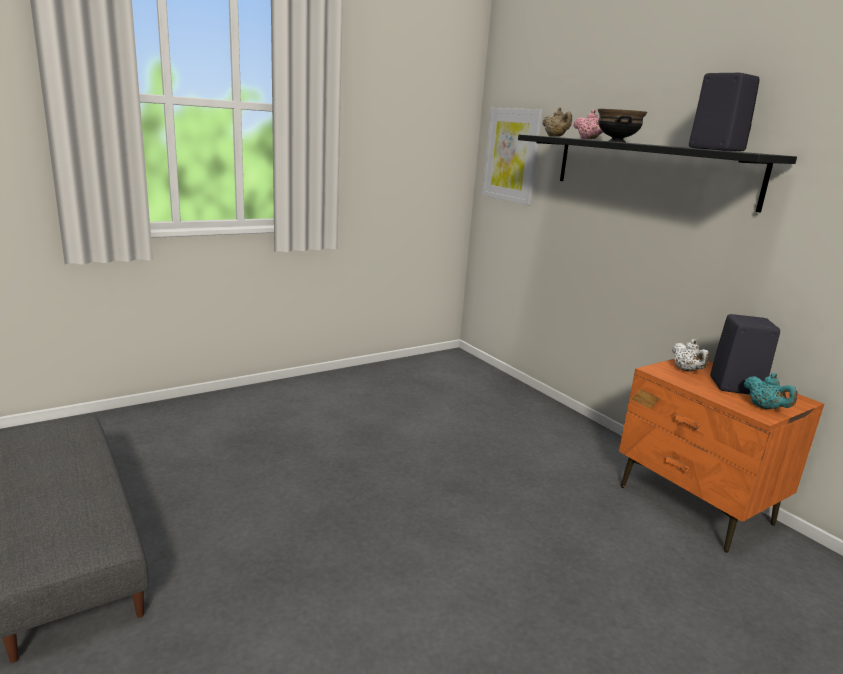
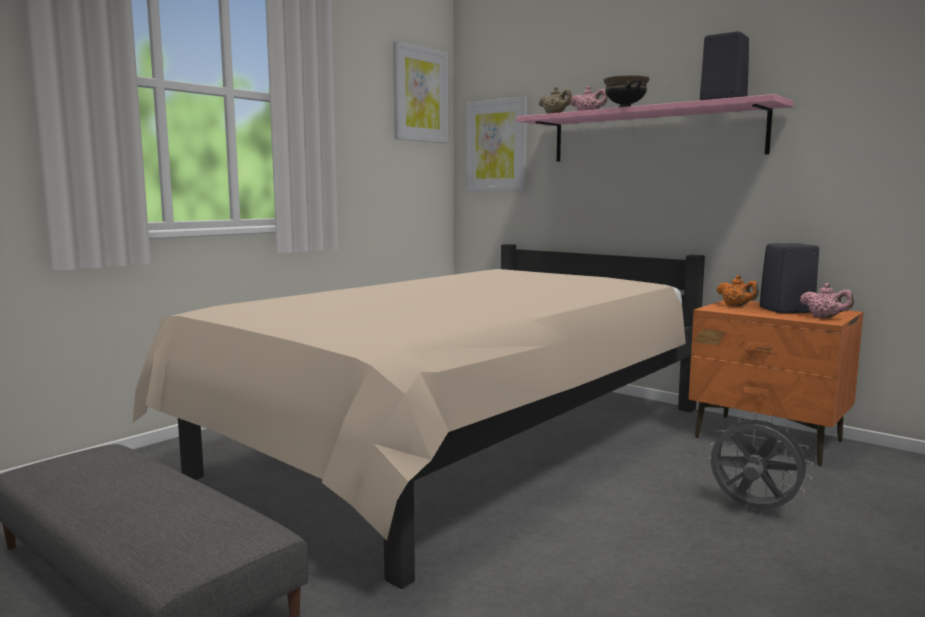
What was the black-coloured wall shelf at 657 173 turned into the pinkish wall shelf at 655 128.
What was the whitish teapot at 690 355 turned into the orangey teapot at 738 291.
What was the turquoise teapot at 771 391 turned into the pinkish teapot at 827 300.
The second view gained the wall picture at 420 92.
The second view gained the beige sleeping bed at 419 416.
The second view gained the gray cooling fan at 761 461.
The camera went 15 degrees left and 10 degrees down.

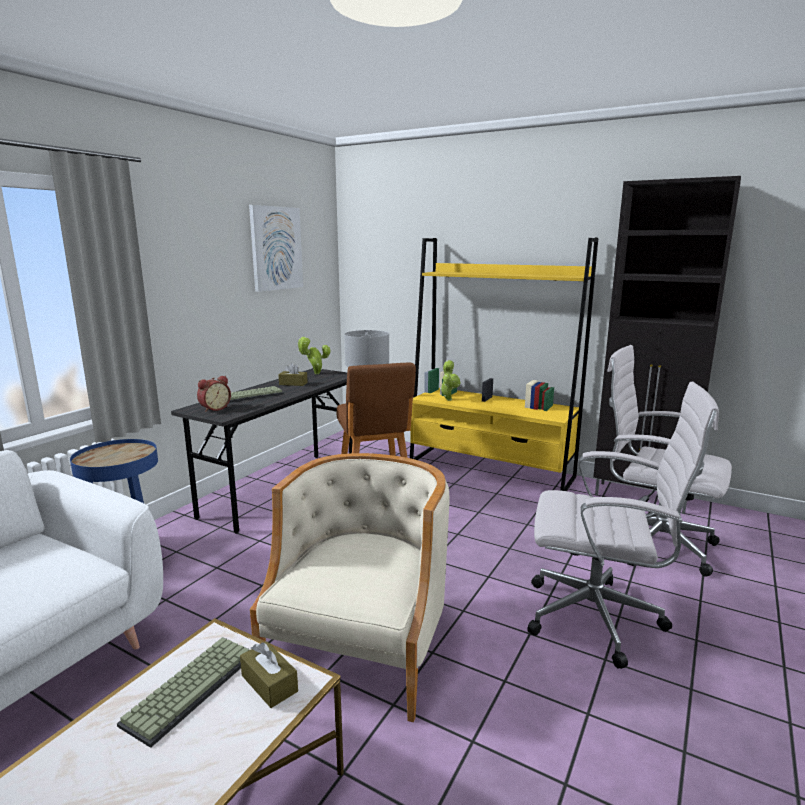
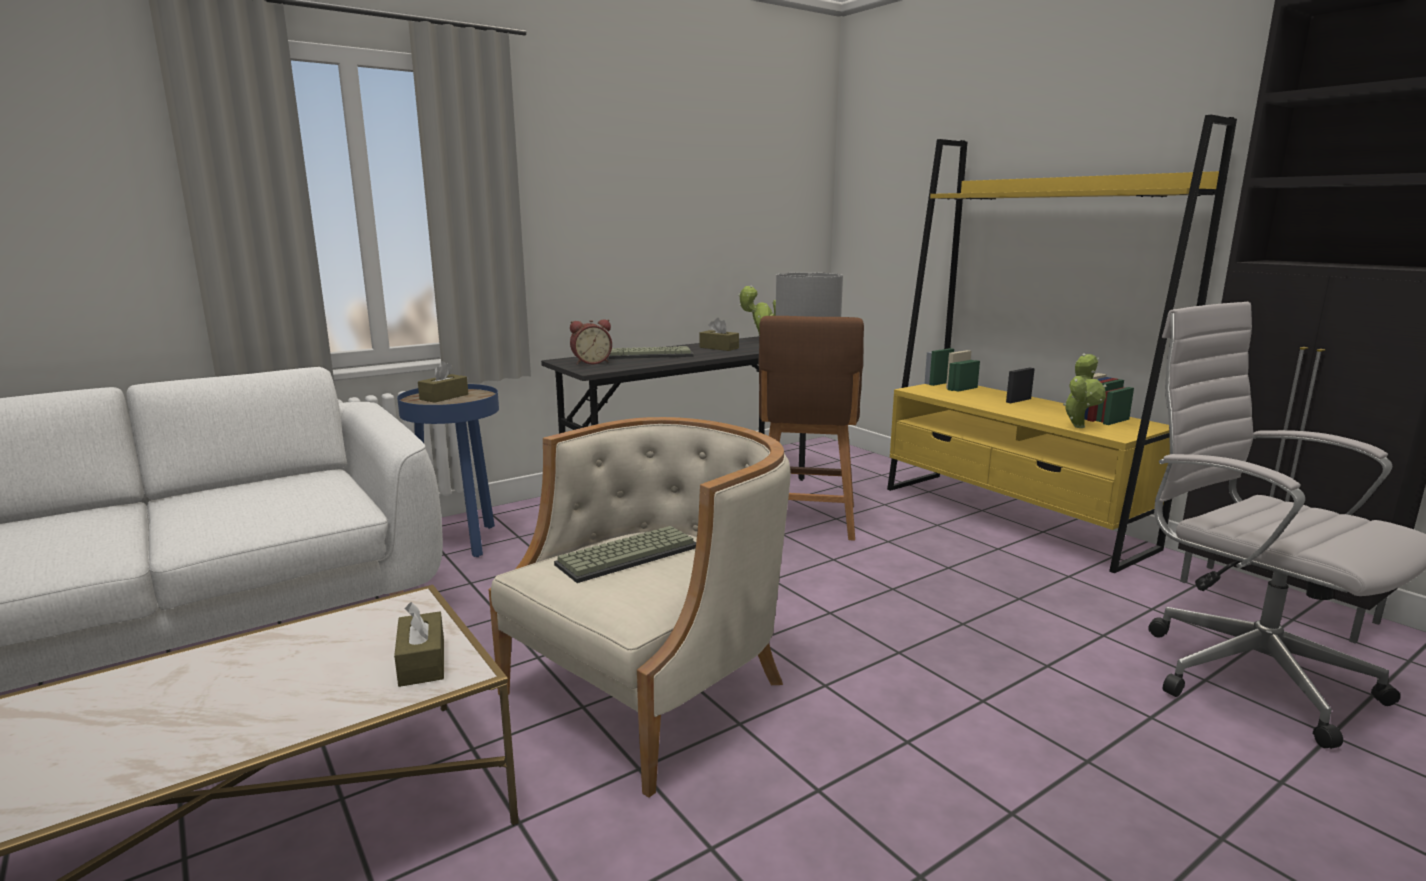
The second view lost the wall picture at 276 248.
The potted plant ended up elsewhere, having gone from 450 380 to 1085 391.
The second view lost the whitish desk chair at 623 525.
The PC keyboard ended up elsewhere, having gone from 183 692 to 625 554.
The second view gained the brownish tissue holder at 443 382.
The camera went 25 degrees right and 0 degrees up.

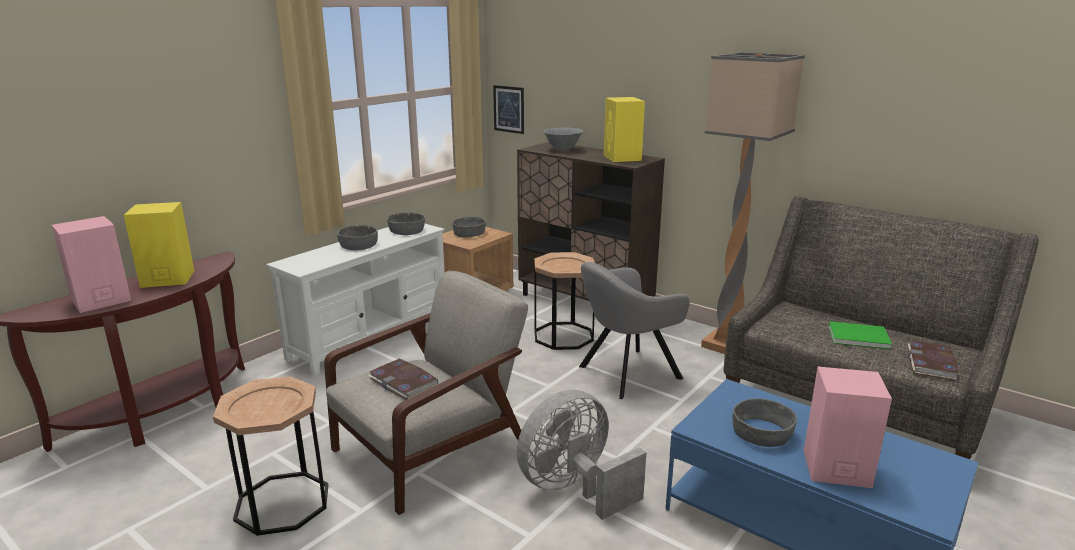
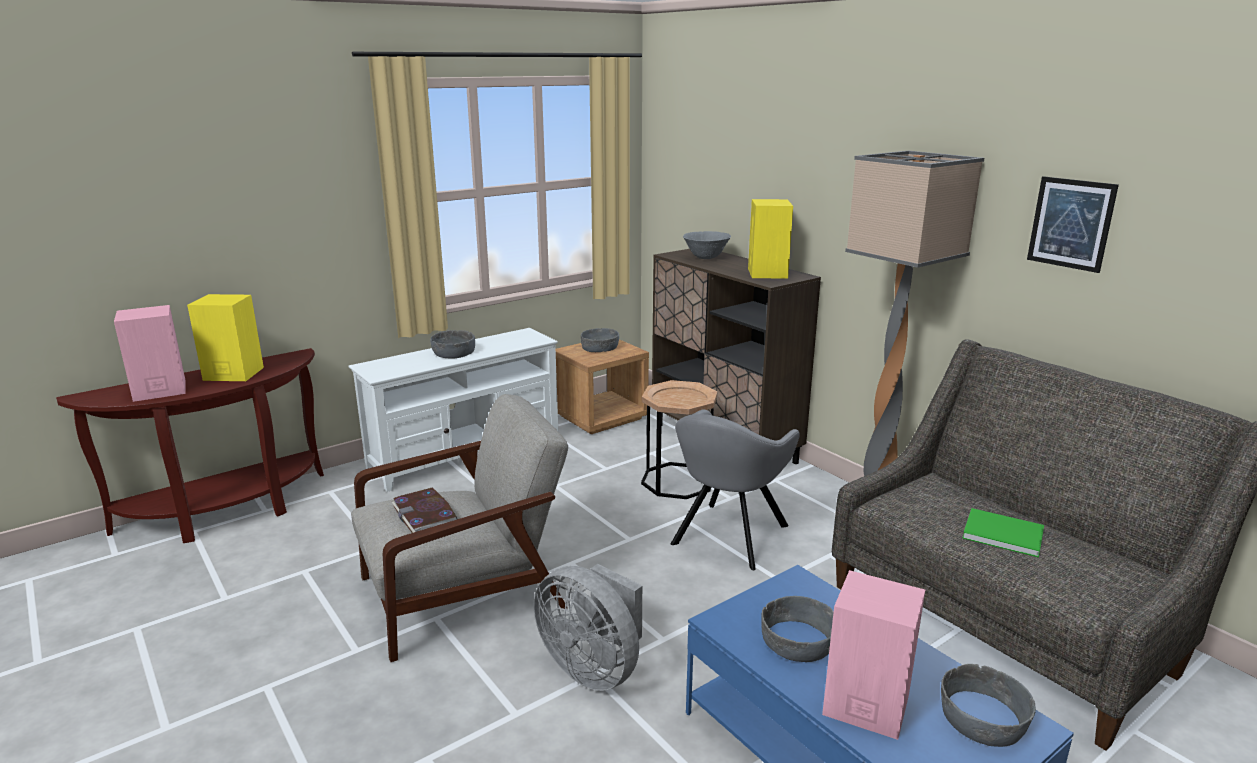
The wall picture ended up elsewhere, having gone from 508 109 to 1073 224.
The gray bowl ended up elsewhere, having gone from 406 223 to 988 705.
The gray lounge chair at 634 330 ended up facing another way, 45 degrees counterclockwise from before.
The second view lost the book at 933 360.
The second view lost the brownish side table at 270 456.
The gray cooling fan at 582 455 ended up facing another way, 120 degrees counterclockwise from before.
The camera went 15 degrees right and 0 degrees up.

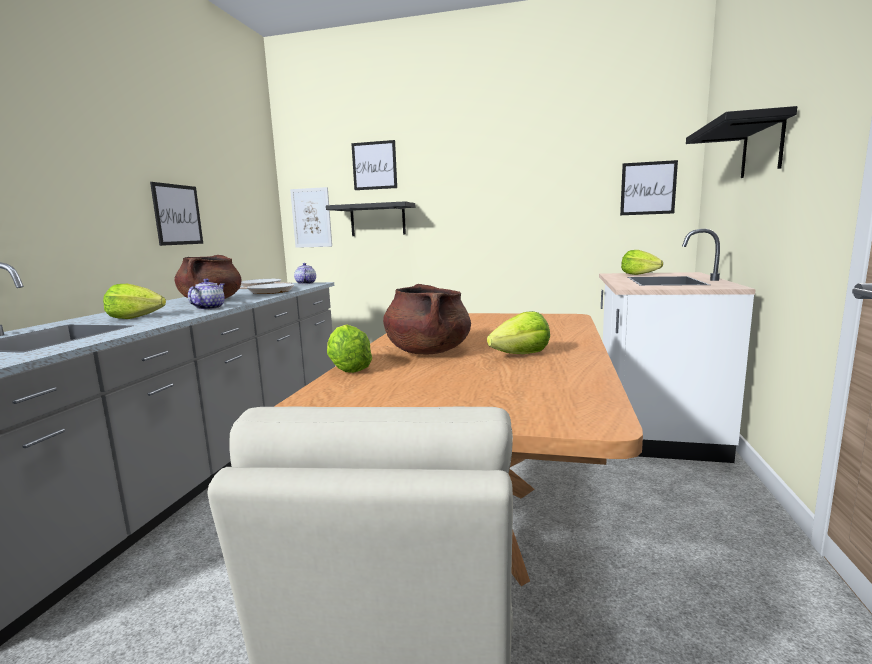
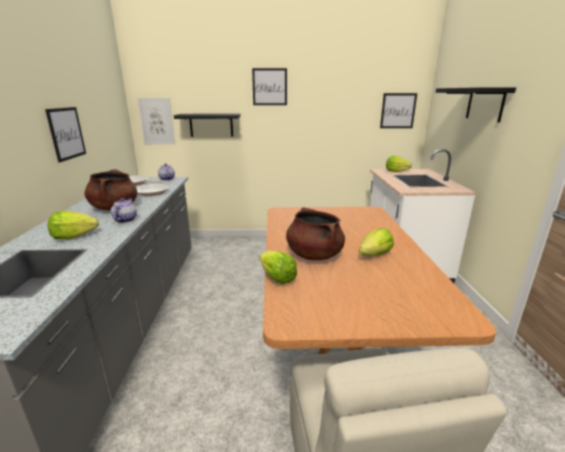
The wall picture ended up elsewhere, having gone from 374 165 to 269 86.
The camera went 15 degrees left and 10 degrees up.

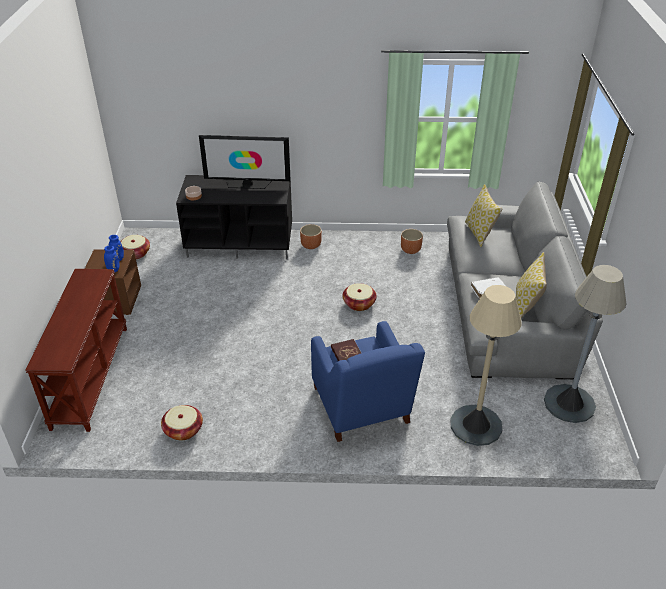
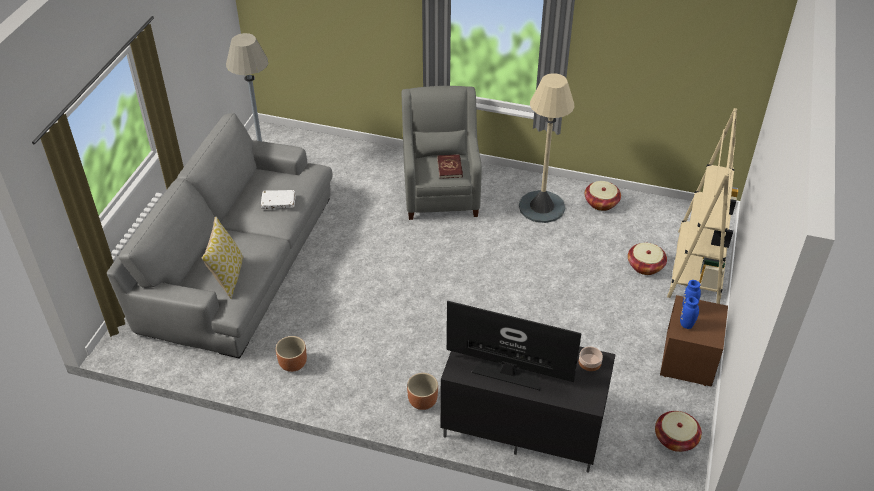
The second view lost the pillow at 531 285.
Where the brownish narrow table stood at 76 350, the beige bookshelf came to stand at 702 206.
The storage basket ended up elsewhere, having gone from 360 297 to 647 259.
The beige standard lamp ended up elsewhere, having gone from 486 365 to 546 148.
What was the blue-coloured lounge chair at 368 381 turned into the gray lounge chair at 441 153.
The camera went 165 degrees left and 5 degrees up.

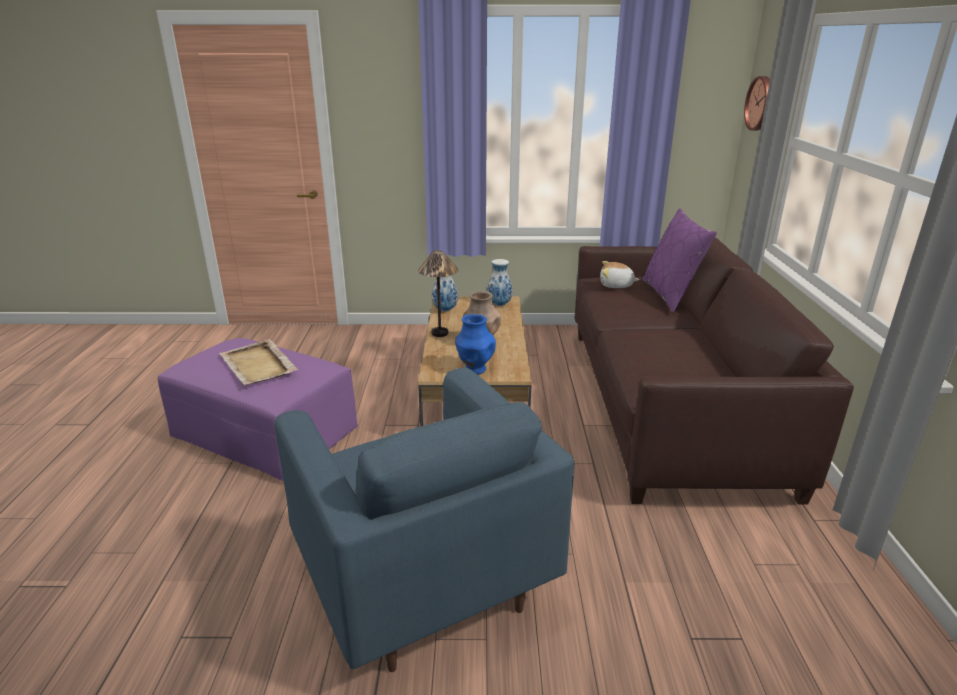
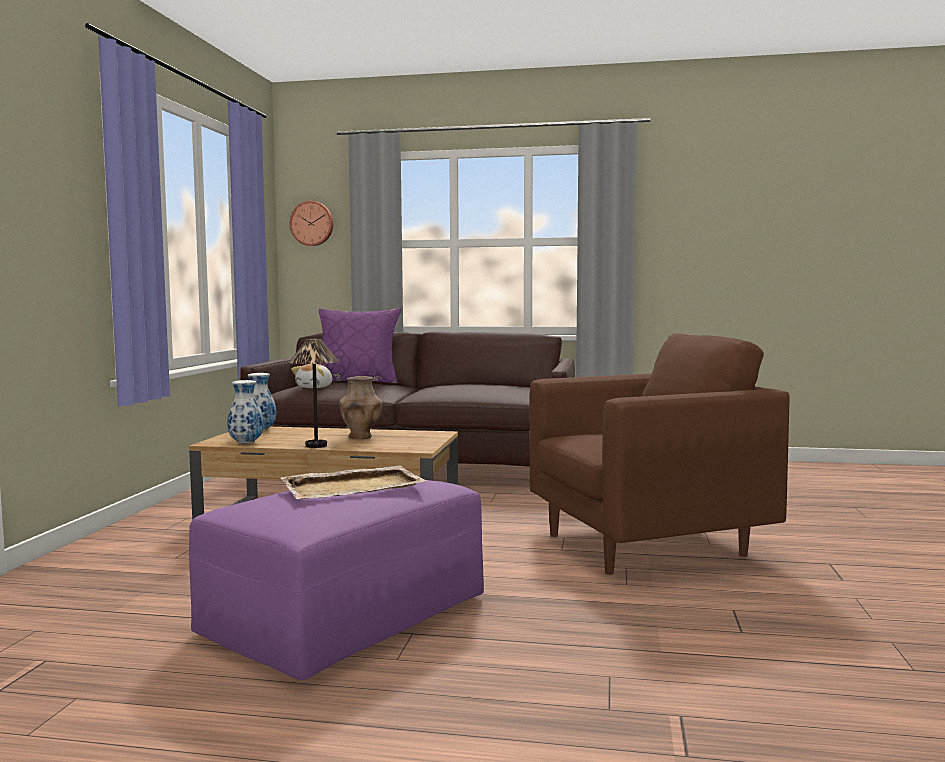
The second view lost the blue-coloured decorative vase at 475 344.
What was the blue-coloured lounge chair at 424 519 turned into the brownish lounge chair at 659 454.
The camera went 80 degrees left and 20 degrees down.

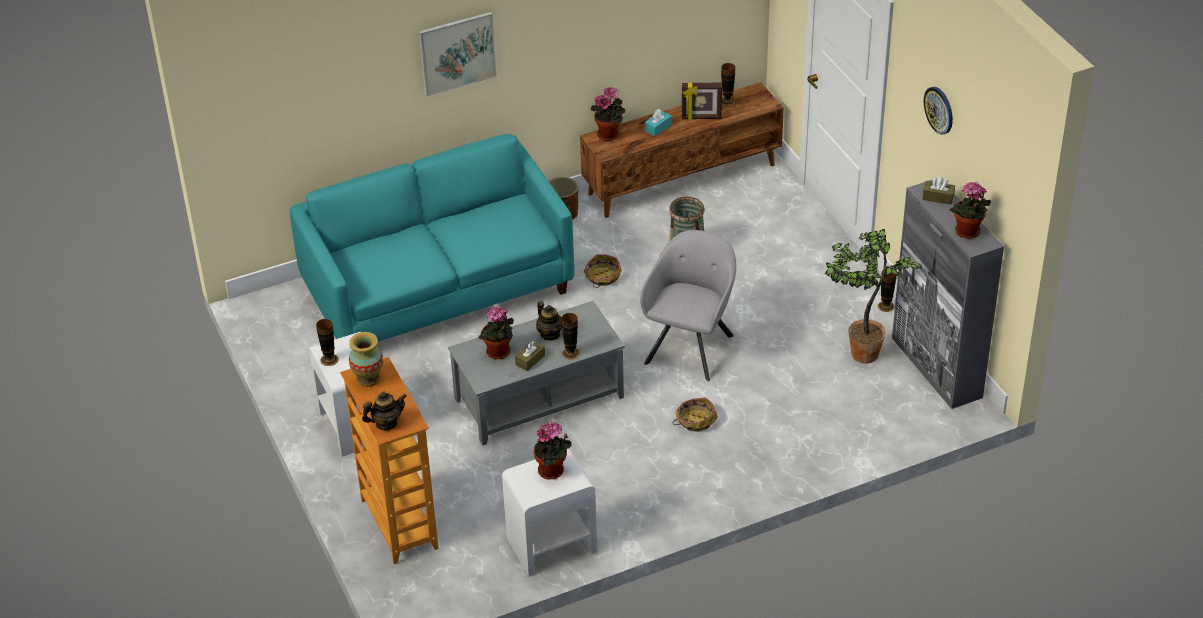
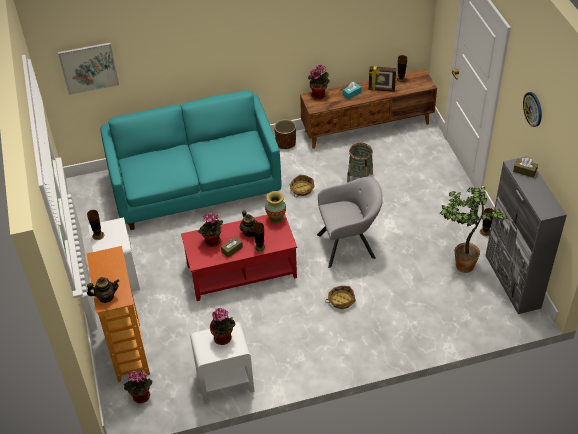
The wall picture ended up elsewhere, having gone from 458 54 to 88 69.
The potted plant ended up elsewhere, having gone from 970 210 to 138 387.
The gray lounge chair at 688 305 ended up facing another way, 45 degrees clockwise from before.
What was the gray lounge table at 536 373 turned into the red-coloured lounge table at 239 257.
The decorative vase ended up elsewhere, having gone from 366 359 to 275 207.
The camera went 10 degrees right and 5 degrees up.

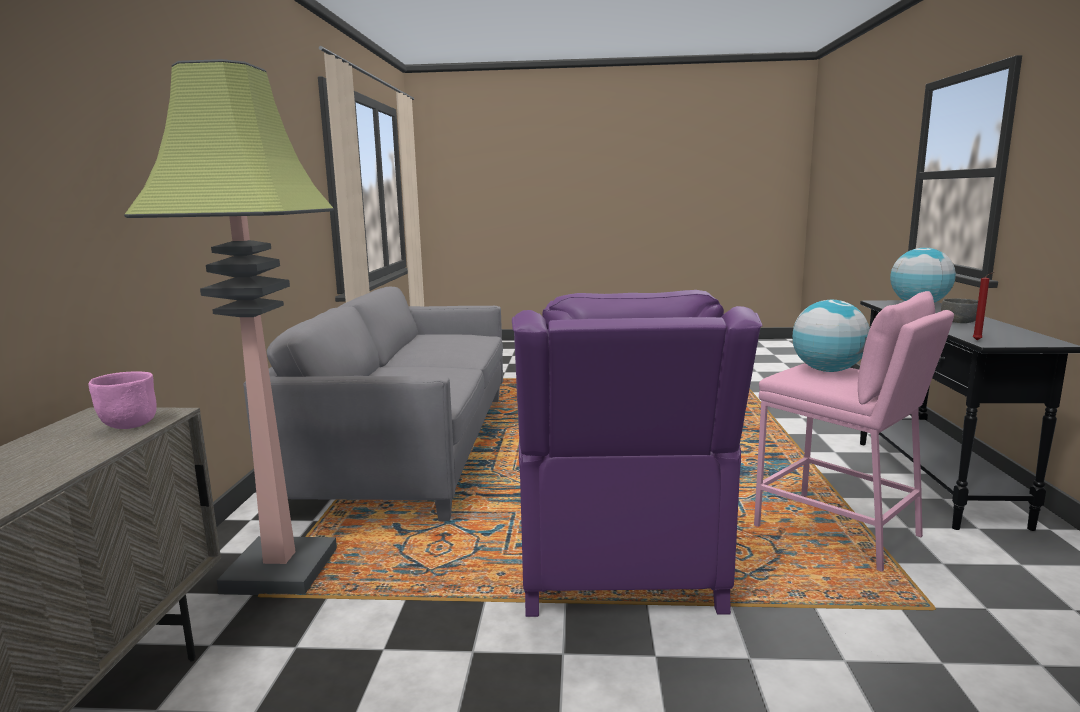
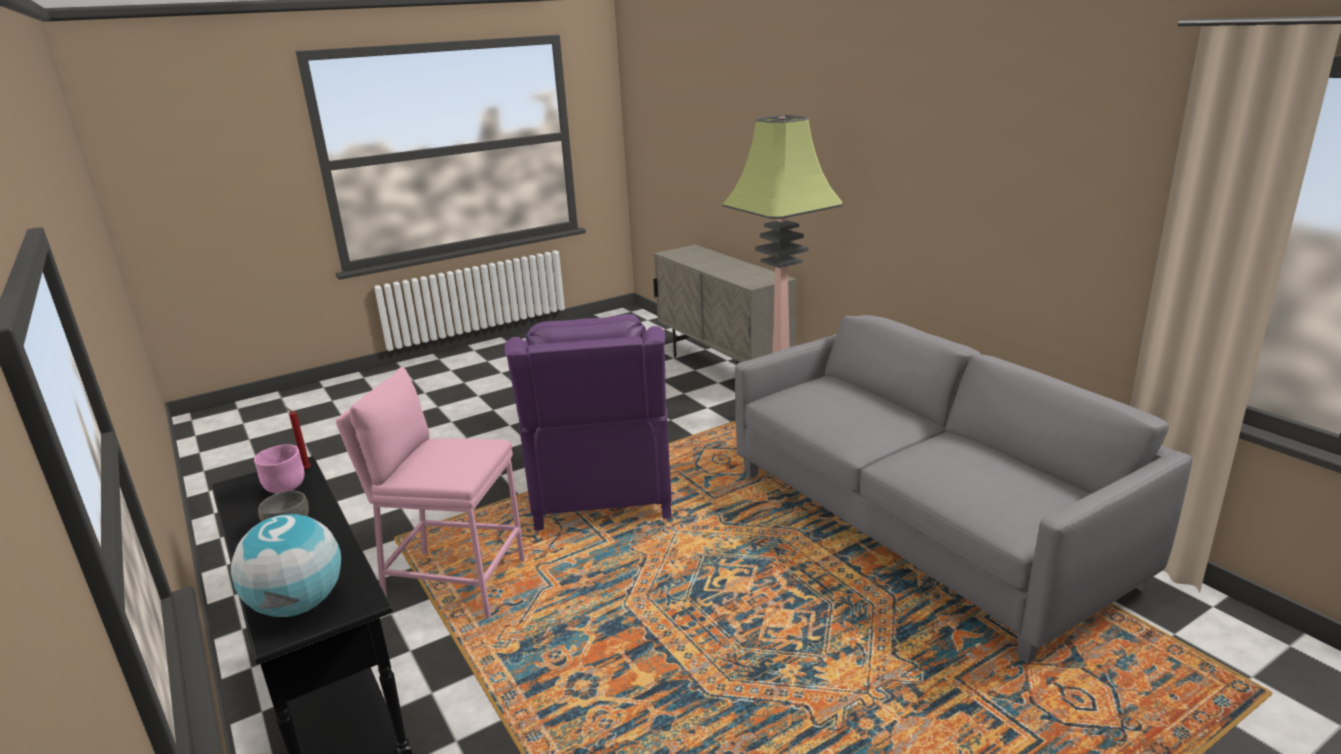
The purple lounge chair at 637 453 ended up facing another way, 150 degrees counterclockwise from before.
The second view lost the desk globe at 831 335.
The pinkish bowl ended up elsewhere, having gone from 122 400 to 279 468.
The camera went 145 degrees right and 10 degrees up.

